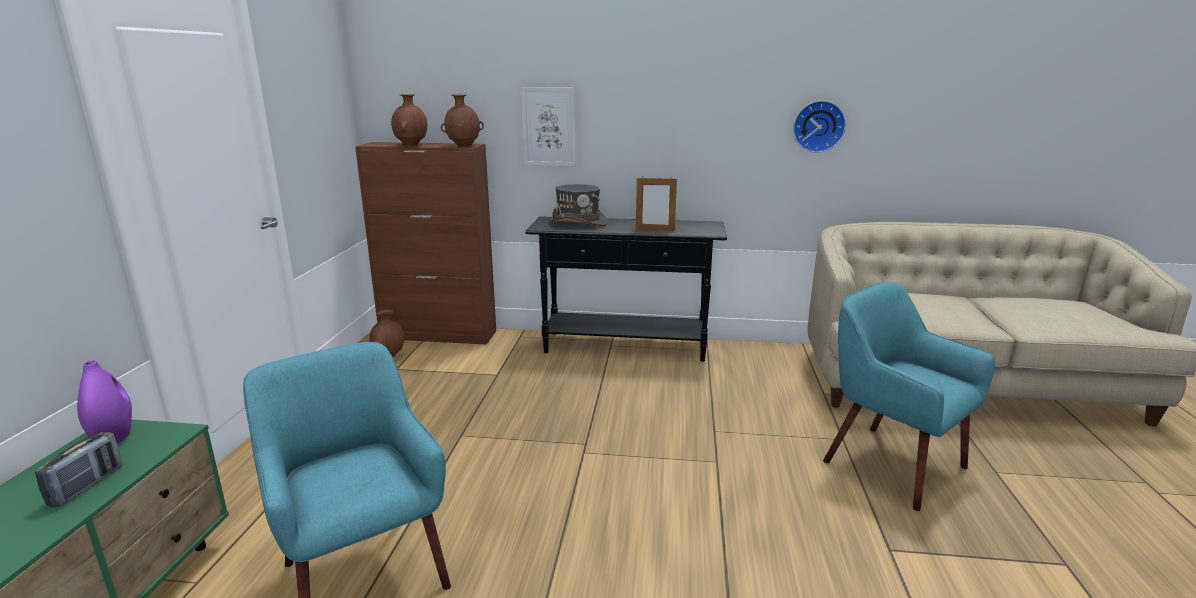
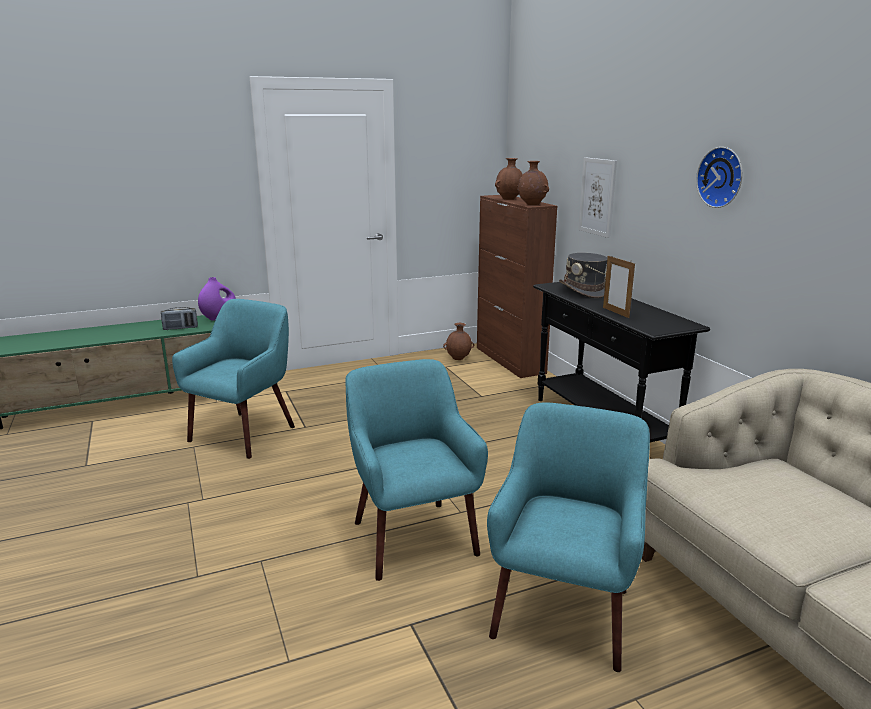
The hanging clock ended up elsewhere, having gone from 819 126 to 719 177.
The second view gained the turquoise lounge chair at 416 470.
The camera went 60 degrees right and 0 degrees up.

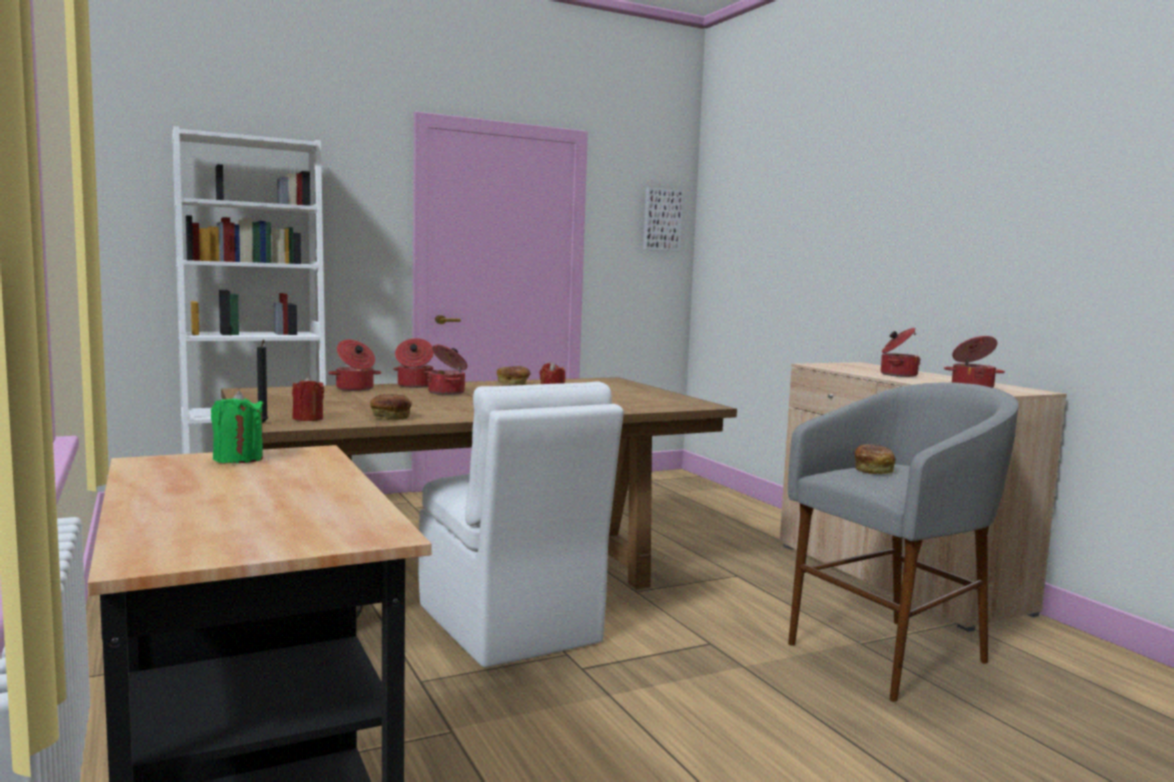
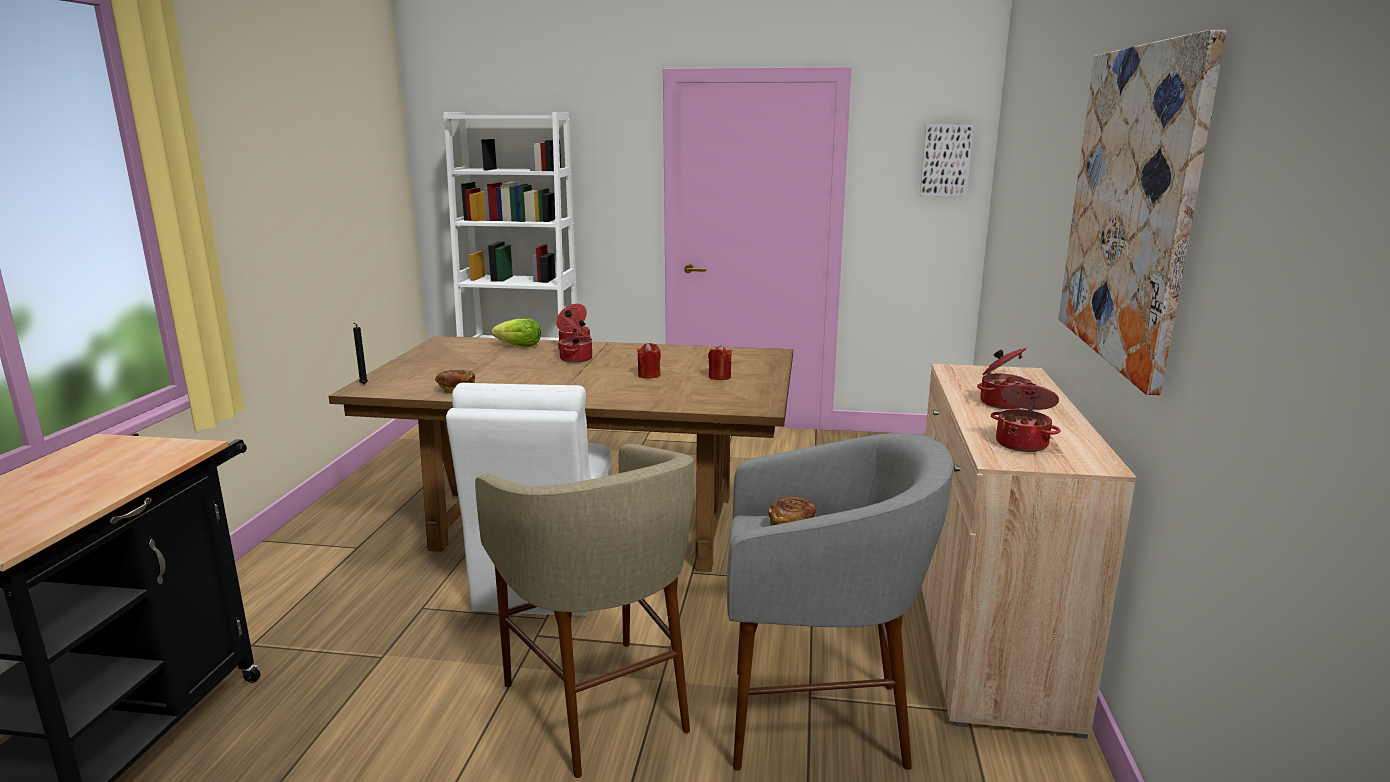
Where the saucepot stood at 354 365, the lettuce head came to stand at 516 332.
The second view lost the bread at 514 375.
The red-coloured wax candle ended up elsewhere, having gone from 308 398 to 720 362.
The second view lost the greenish wax candle at 237 427.
The second view gained the wall picture at 1142 212.
The second view gained the beige stool at 584 611.
The camera went 35 degrees right and 10 degrees up.

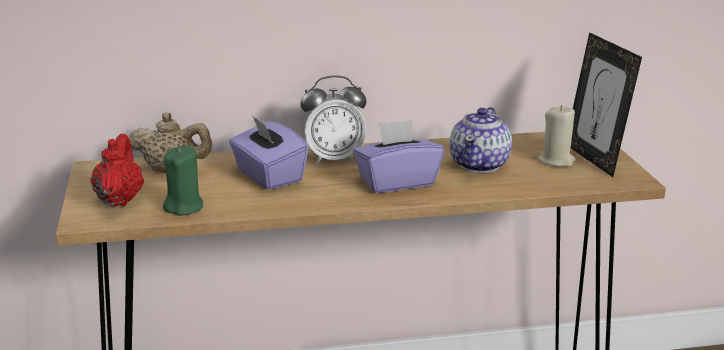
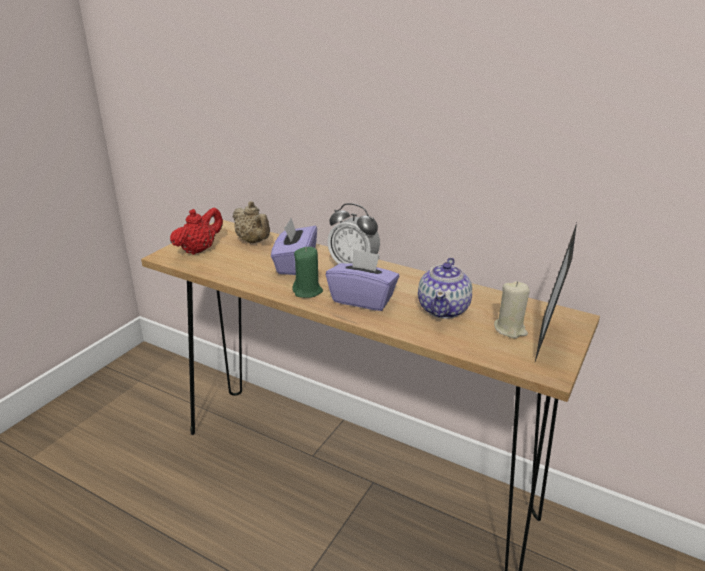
The teapot at 480 140 ended up facing another way, 45 degrees counterclockwise from before.
The greenish wax candle ended up elsewhere, having gone from 183 181 to 307 272.
The camera went 40 degrees right and 5 degrees up.

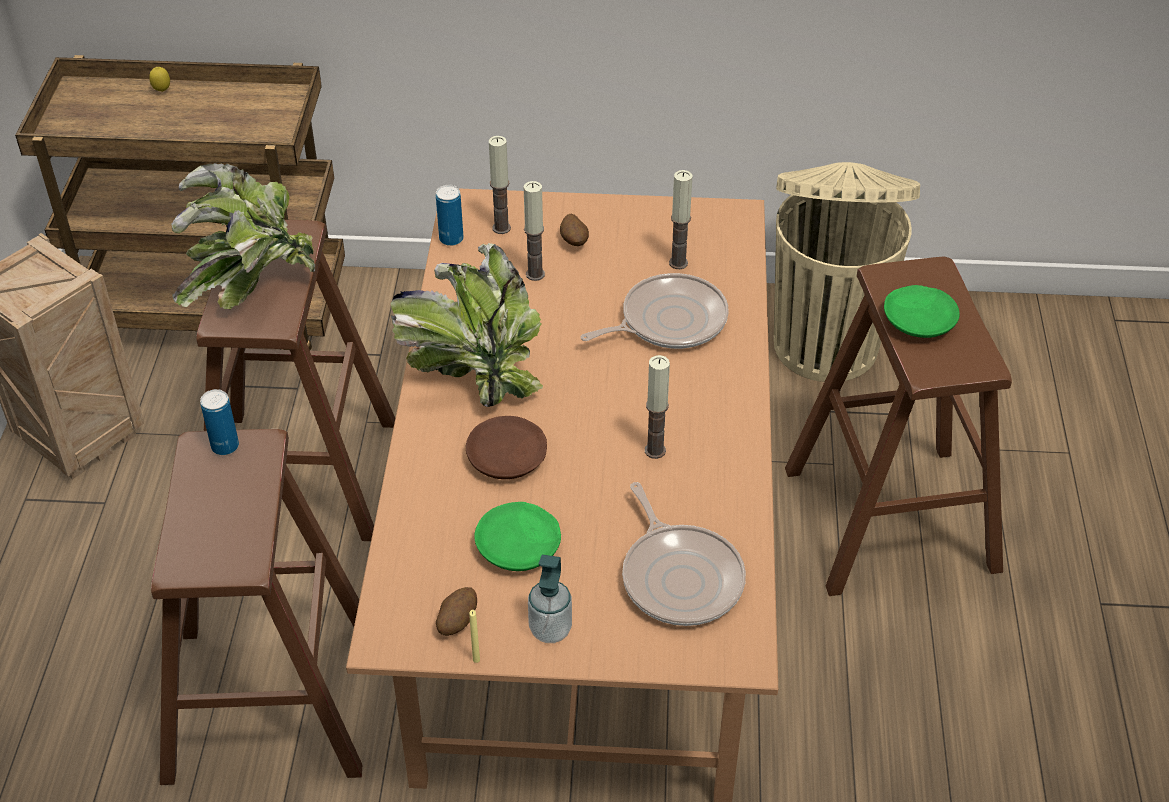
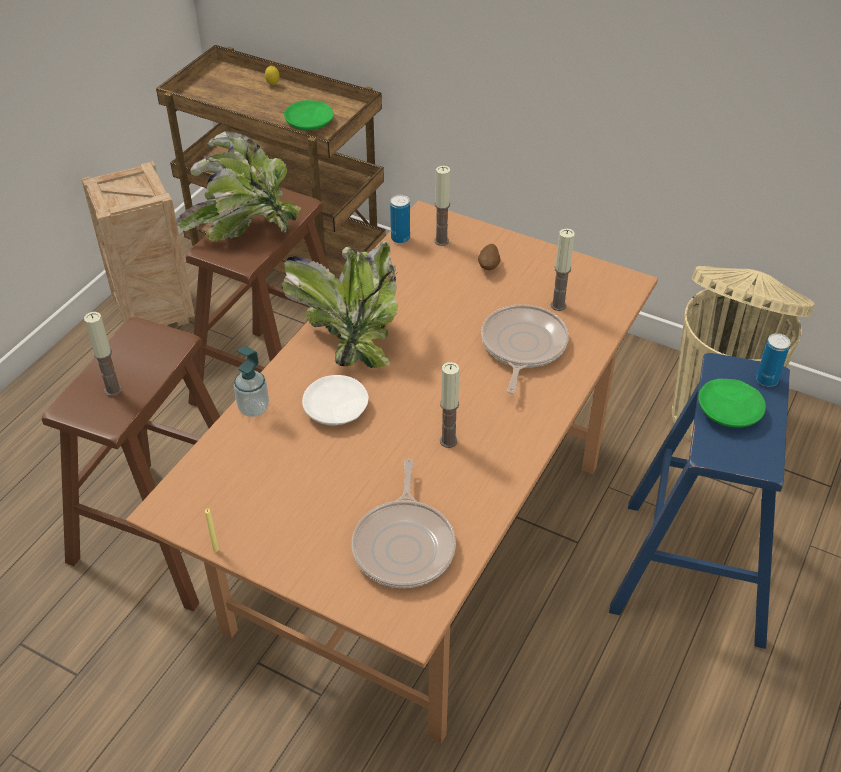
The wax candle ended up elsewhere, having gone from 534 231 to 103 354.
What was the brownish stool at 898 426 turned into the blue-coloured stool at 699 501.
The frying pan at 654 311 ended up facing another way, 75 degrees counterclockwise from before.
The sealed can ended up elsewhere, having gone from 219 422 to 773 360.
What was the brownish plate at 506 447 turned into the whitish plate at 335 400.
The greenish plate ended up elsewhere, having gone from 517 536 to 309 115.
The soap dispenser ended up elsewhere, having gone from 550 599 to 251 381.
The second view lost the whole potato at 456 611.
The camera went 25 degrees right and 0 degrees up.

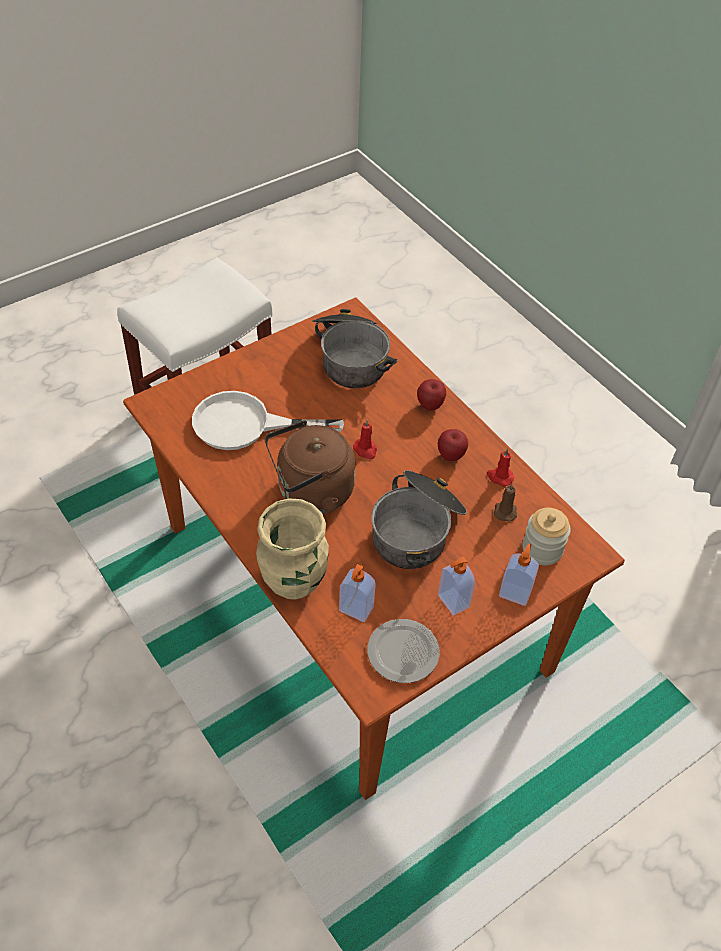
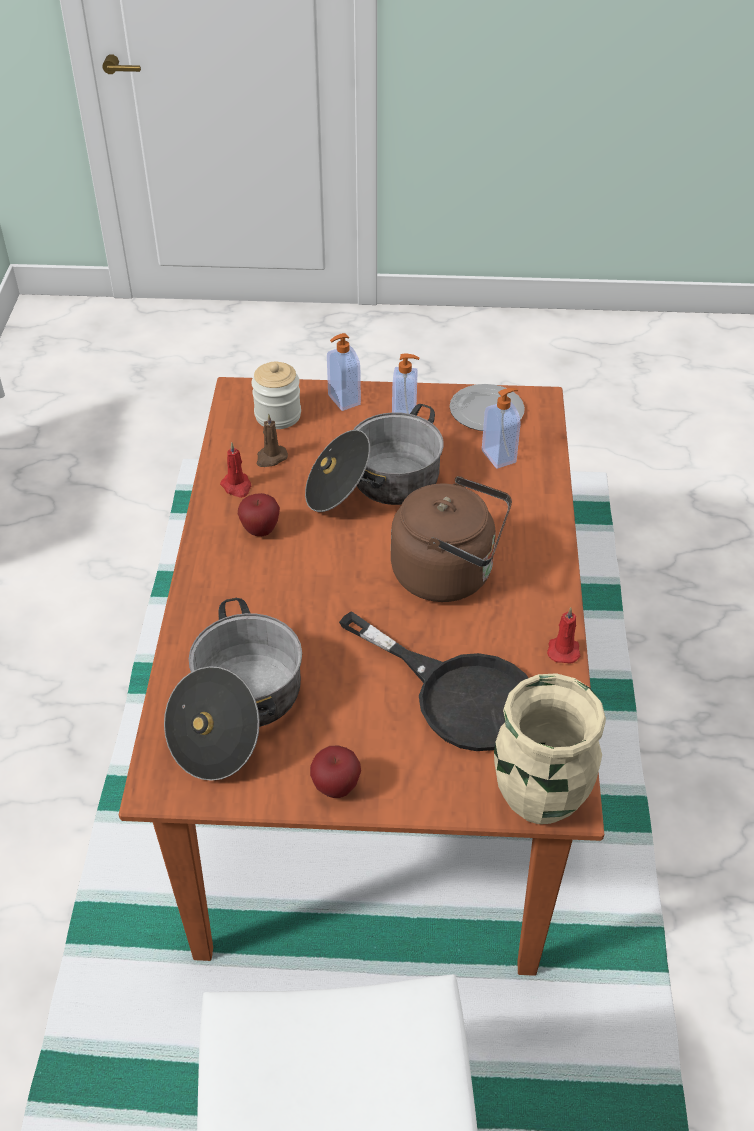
The apple ended up elsewhere, having gone from 431 394 to 335 772.
What was the whitish frying pan at 268 420 turned into the black-coloured frying pan at 433 681.
The red-coloured wax candle ended up elsewhere, having gone from 365 440 to 563 635.
The beige decorative vase ended up elsewhere, having gone from 292 549 to 550 748.
The camera went 140 degrees left and 5 degrees down.

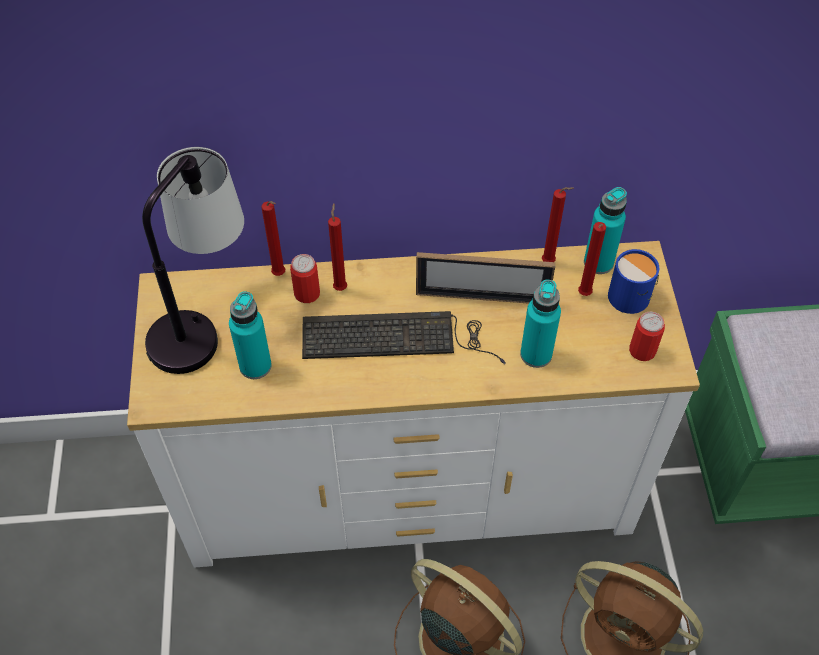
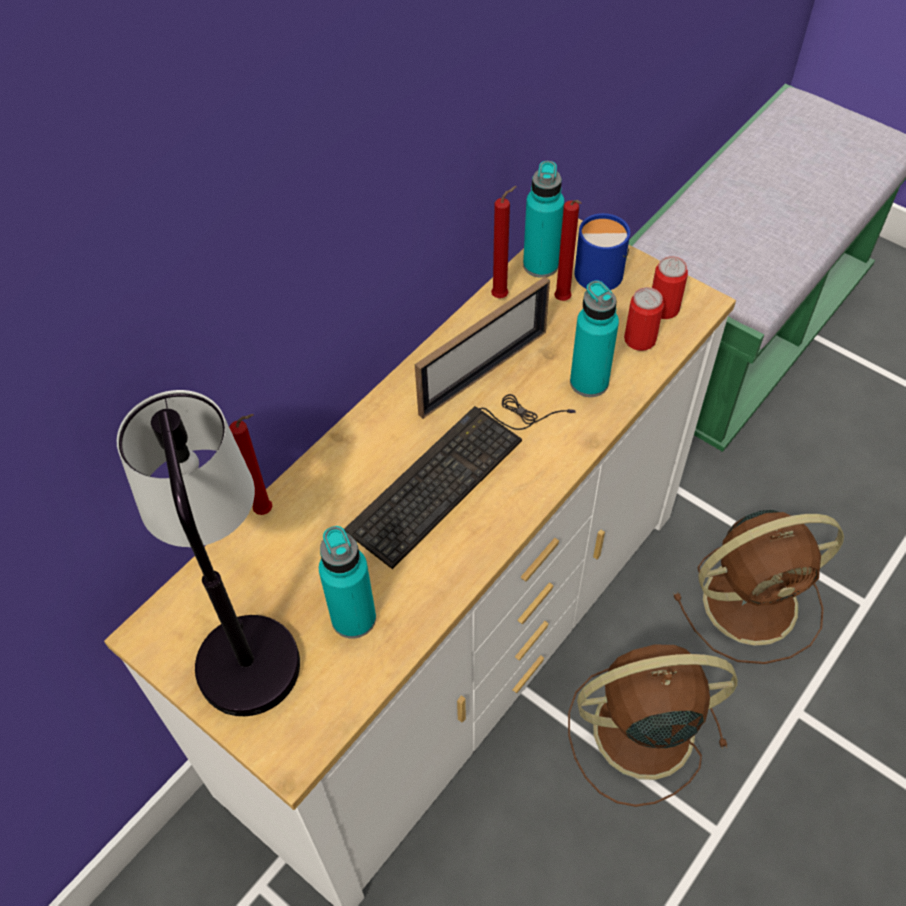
The second view lost the red-coloured wax candle at 337 247.
The sealed can ended up elsewhere, having gone from 305 278 to 644 319.
The camera went 45 degrees left and 0 degrees up.

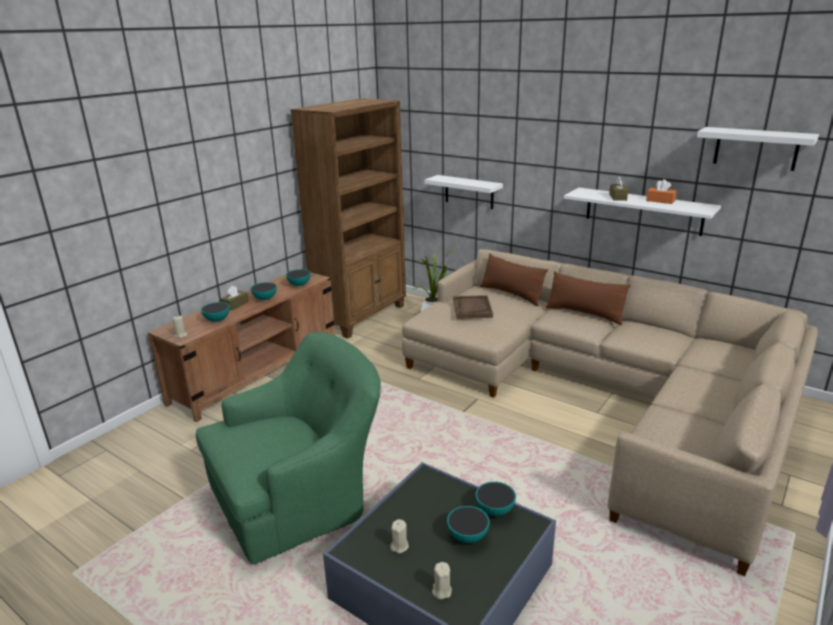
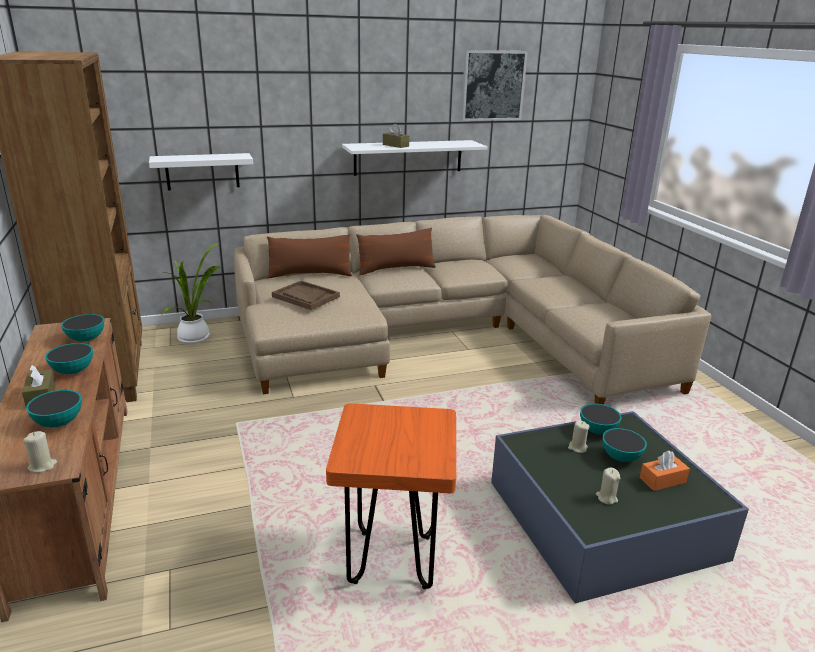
Where the whitish wall shelf hung at 758 149, the wall picture came to hang at 494 85.
The orangey tissue holder ended up elsewhere, having gone from 661 191 to 665 471.
Where the greenish lounge chair stood at 288 448, the orangey stool came to stand at 391 496.
The beige wax candle ended up elsewhere, having gone from 442 580 to 579 436.
The camera went 55 degrees left and 0 degrees up.

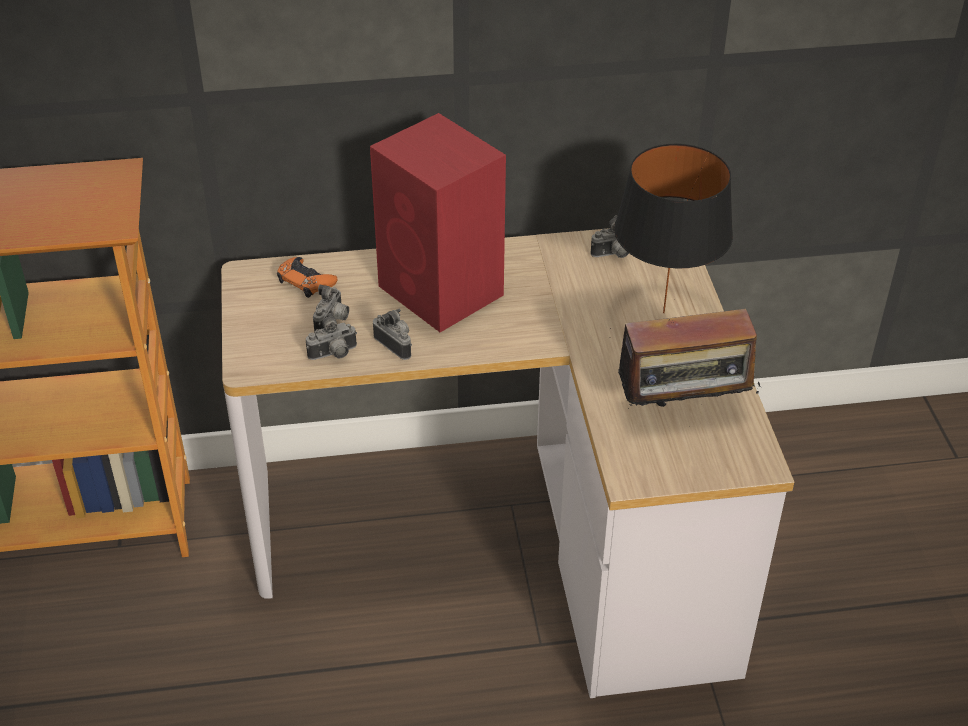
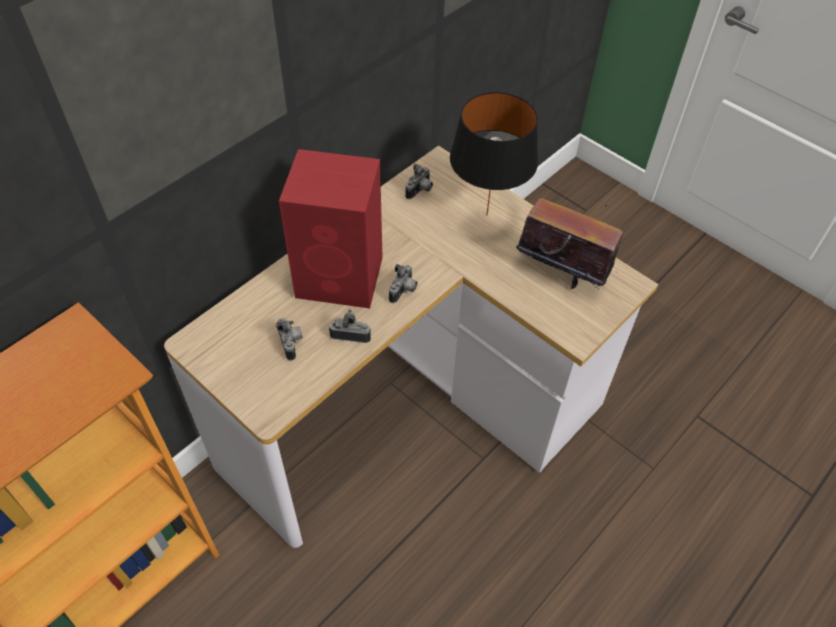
The second view lost the orangey gamepad at 307 277.
The radio set at 685 359 ended up facing another way, 105 degrees counterclockwise from before.
The still camera ended up elsewhere, having gone from 331 336 to 403 283.
The camera went 40 degrees left and 10 degrees up.

